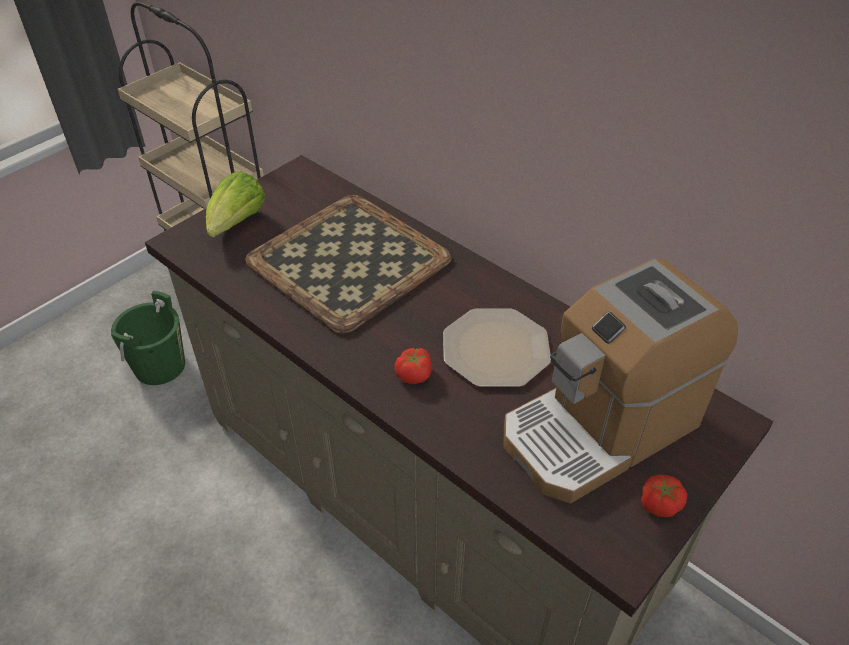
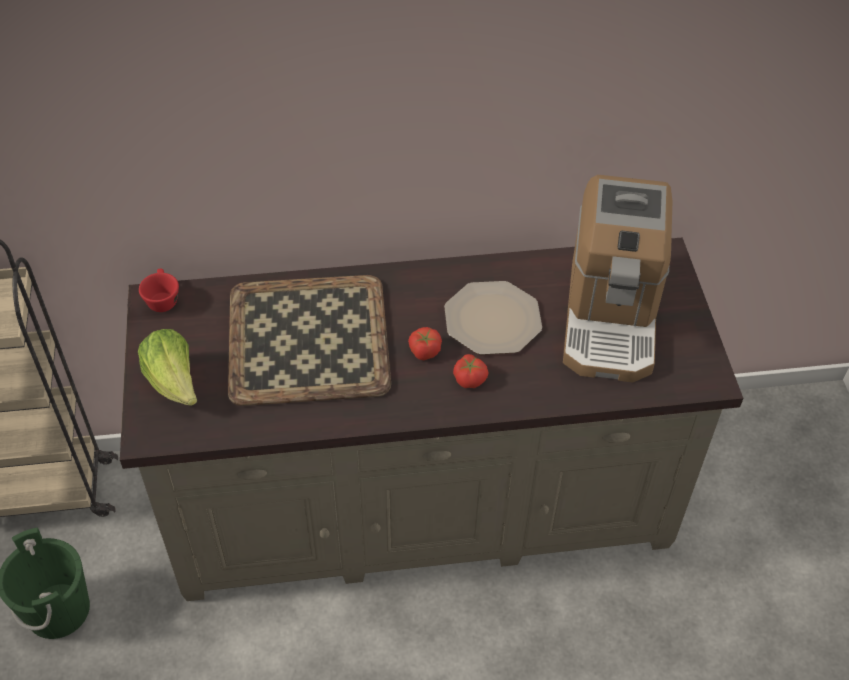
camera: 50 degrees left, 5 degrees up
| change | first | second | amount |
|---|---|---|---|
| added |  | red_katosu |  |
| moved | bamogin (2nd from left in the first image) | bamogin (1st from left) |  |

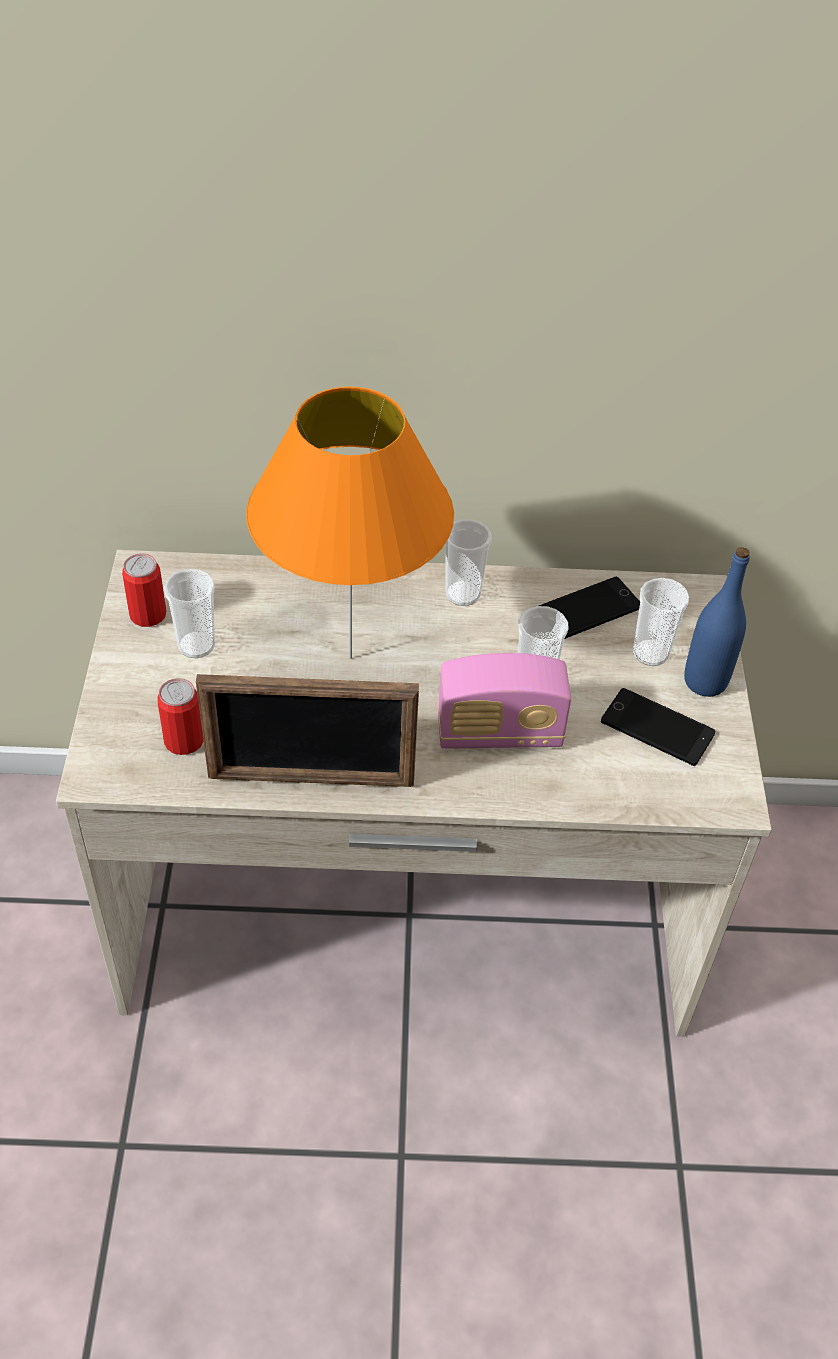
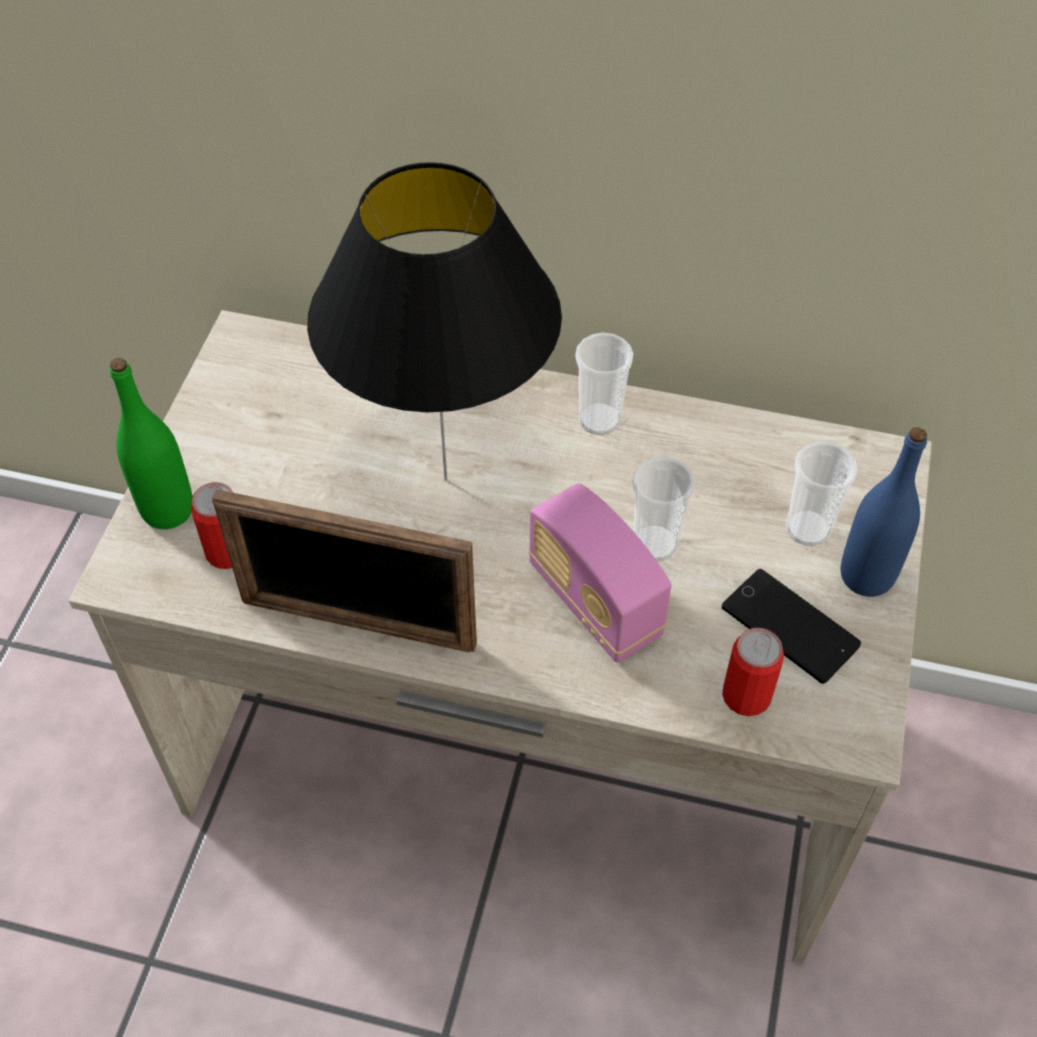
camera: 15 degrees right, 5 degrees up
| change | first | second | amount |
|---|---|---|---|
| removed | katosu (1st from left) |  |  |
| removed | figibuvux (1st from left) |  |  |
| added |  | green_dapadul |  |
| moved | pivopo (1st from left in the first image) | pivopo (2nd from left) |  |
| recoloured | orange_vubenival | black_vubenival |  |
| turned | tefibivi |  | 45 degrees clockwise |

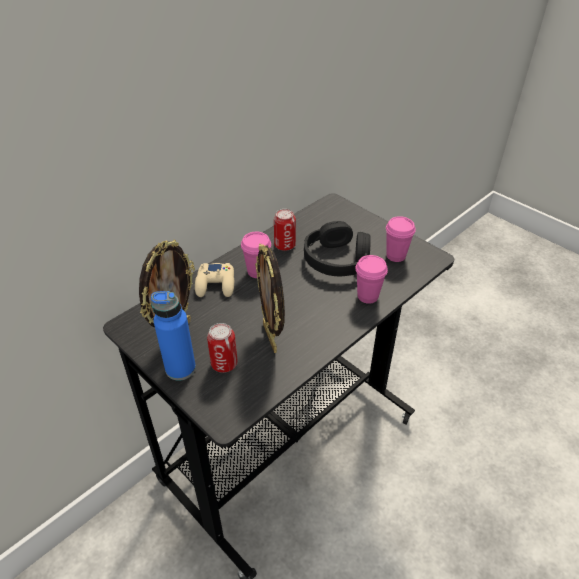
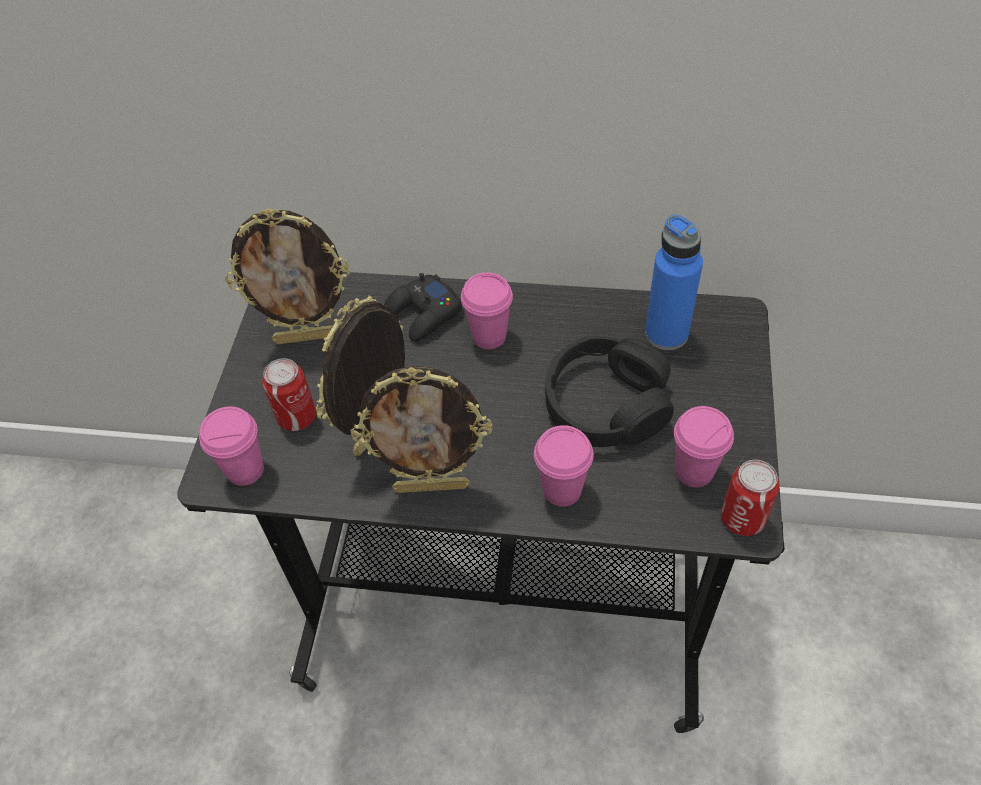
camera: 55 degrees right, 10 degrees up
| change | first | second | amount |
|---|---|---|---|
| added |  | pink_katosu (1st from left) |  |
| added |  | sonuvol (3rd from left) |  |
| moved | blue_dapadul |  |  |
| moved | pivopo (2nd from left) |  |  |
| recoloured | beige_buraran | black_buraran |  |

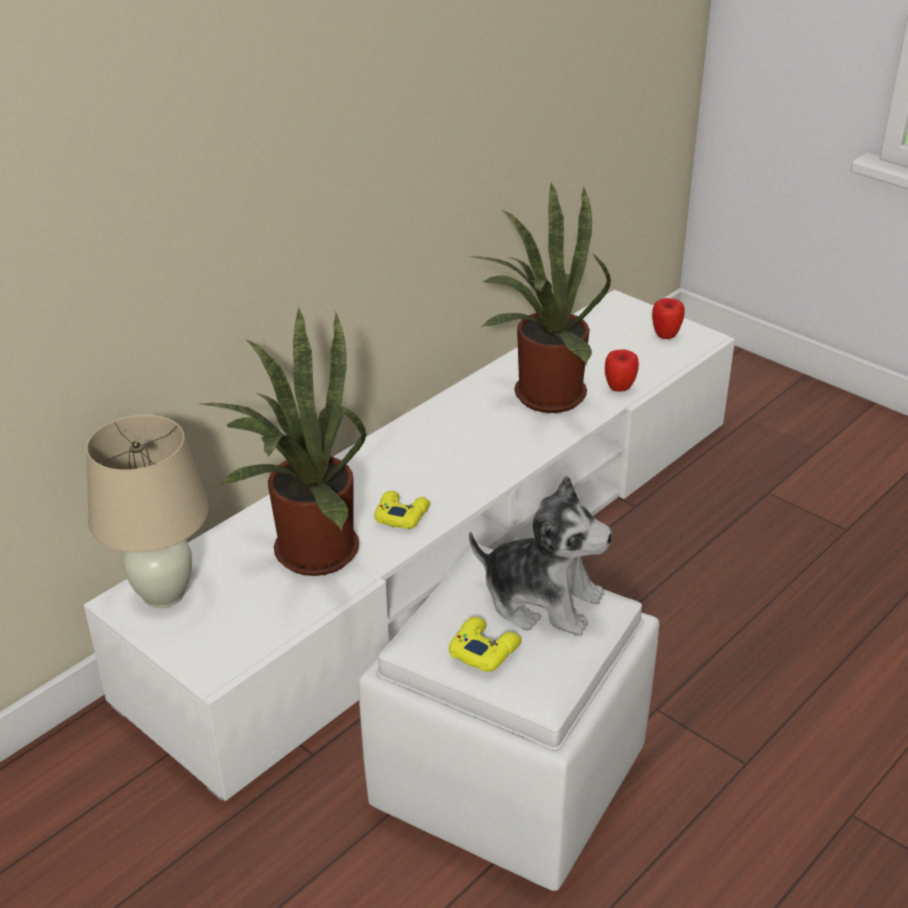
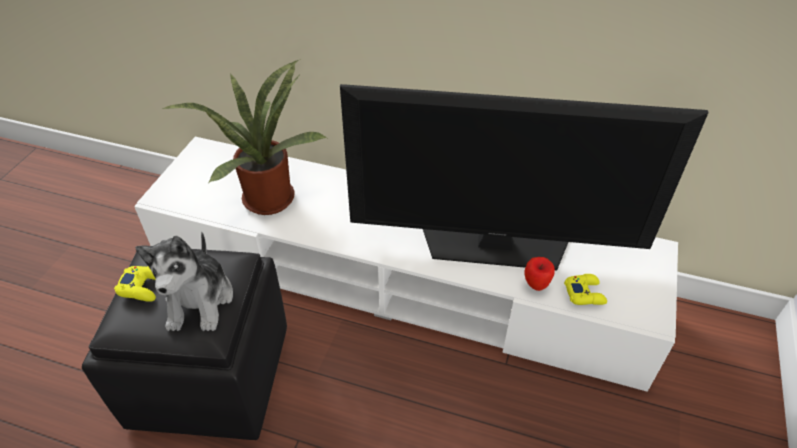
camera: 65 degrees right, 10 degrees up
| change | first | second | amount |
|---|---|---|---|
| removed | beige_vubenival |  |  |
| removed | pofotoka (2nd from left) |  |  |
| moved | yellow_buraran (1st from left in the first image) | yellow_buraran (2nd from left) |  |
| replaced | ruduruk (2nd from left) | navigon |  |
| recoloured | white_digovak | black_digovak |  |

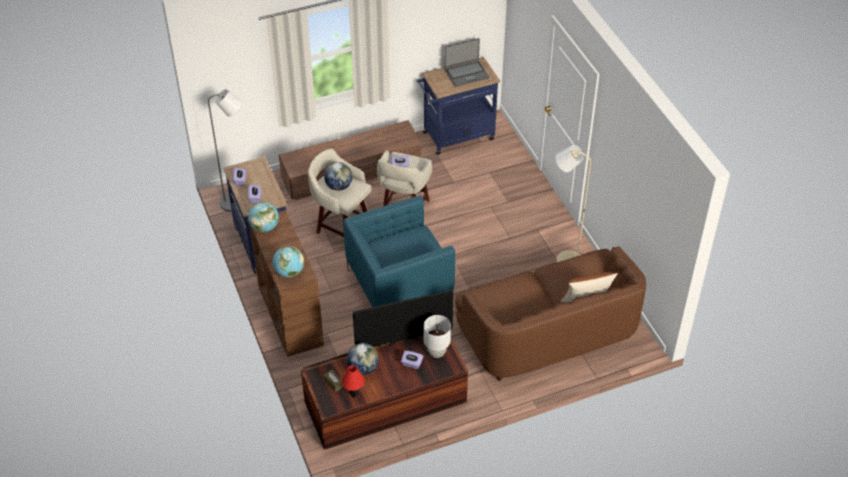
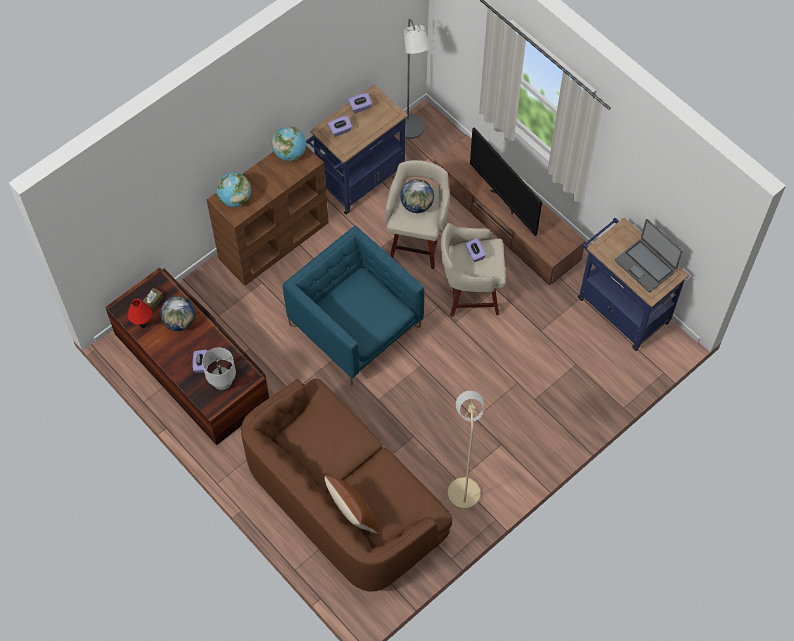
camera: 70 degrees right, 15 degrees up
| change | first | second | amount |
|---|---|---|---|
| moved | navigon |  |  |

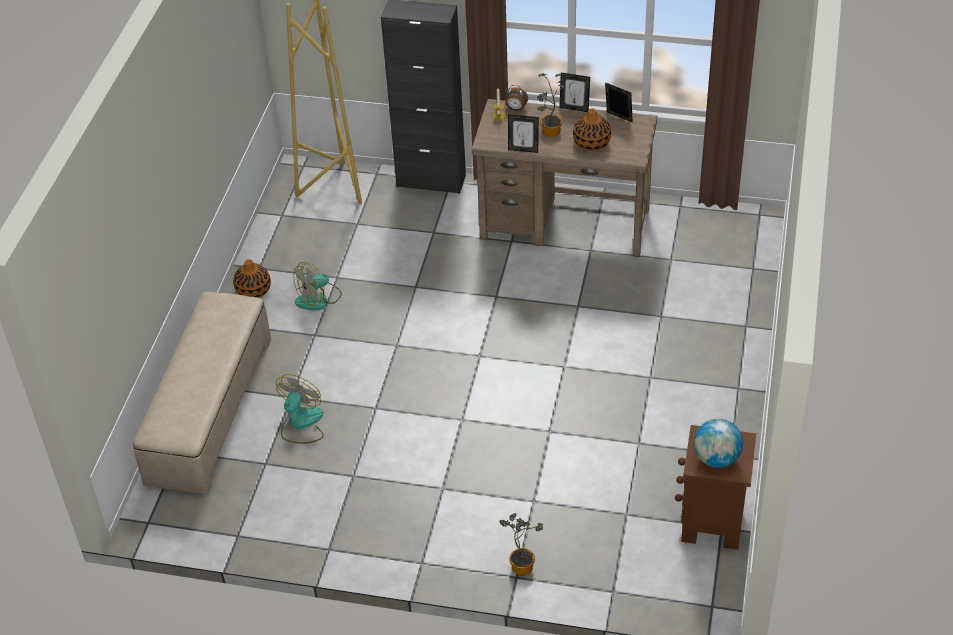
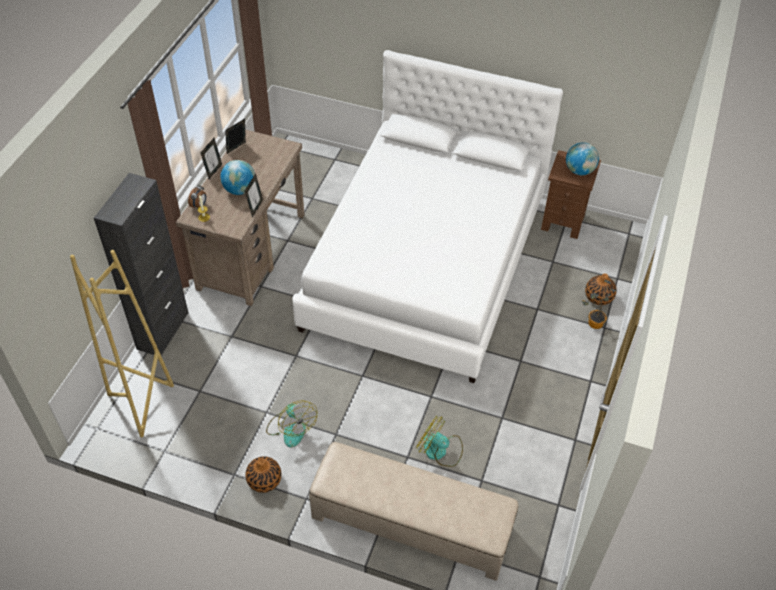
camera: 85 degrees left, 5 degrees up
| change | first | second | amount |
|---|---|---|---|
| added |  | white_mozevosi |  |
| moved | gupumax (2nd from left) |  |  |
| replaced | ruduruk (2nd from left) | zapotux (1st from left) |  |

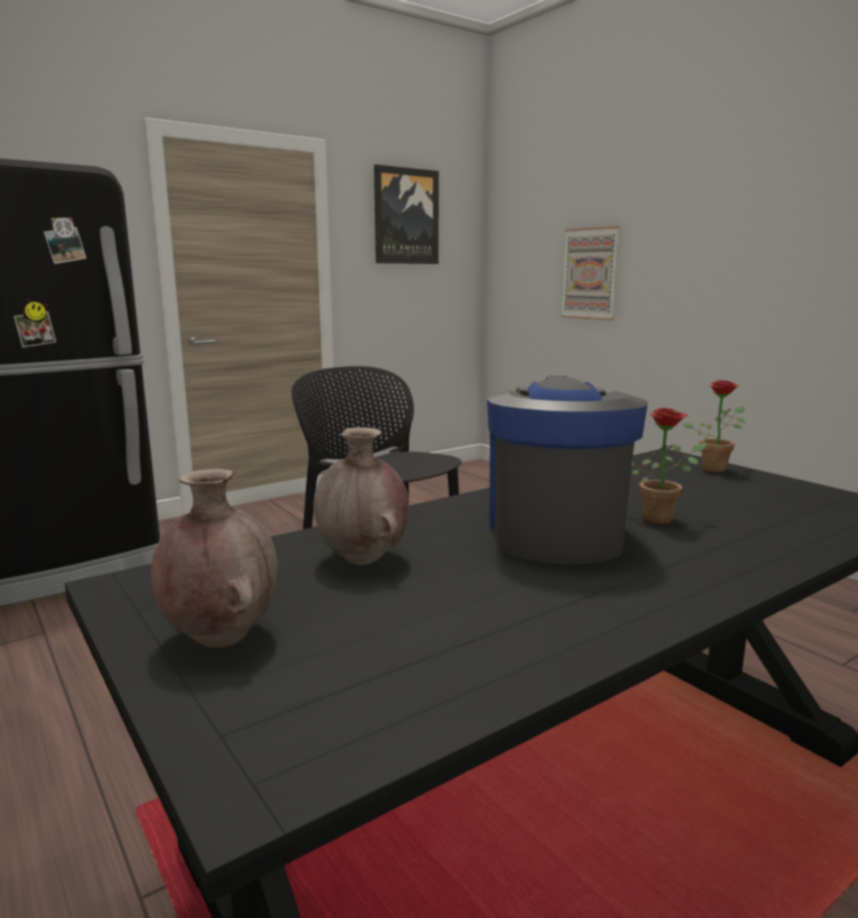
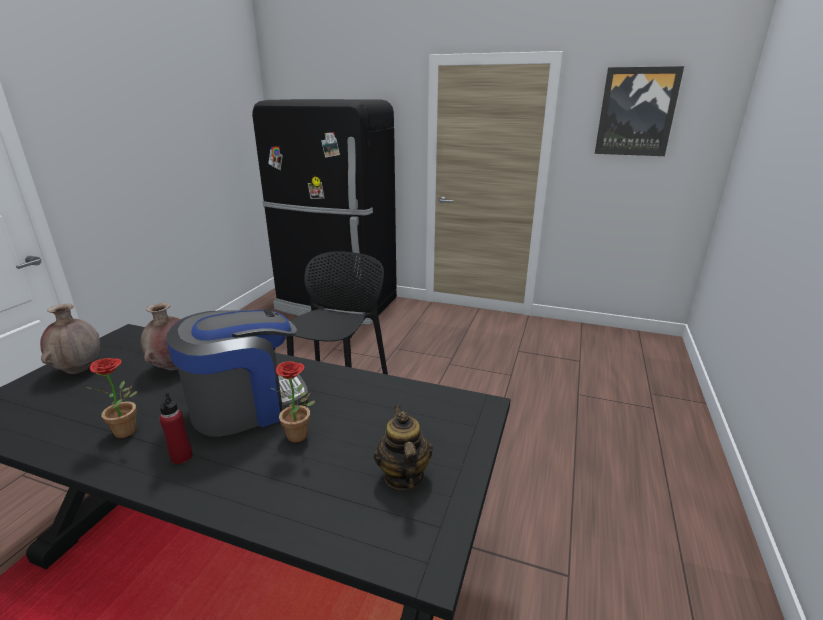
camera: 55 degrees right, 10 degrees up
| change | first | second | amount |
|---|---|---|---|
| removed | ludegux (2nd from left) |  |  |
| added |  | red_dapadul |  |
| added |  | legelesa |  |
| moved | ruduruk (2nd from left in the first image) | ruduruk (1st from left) |  |

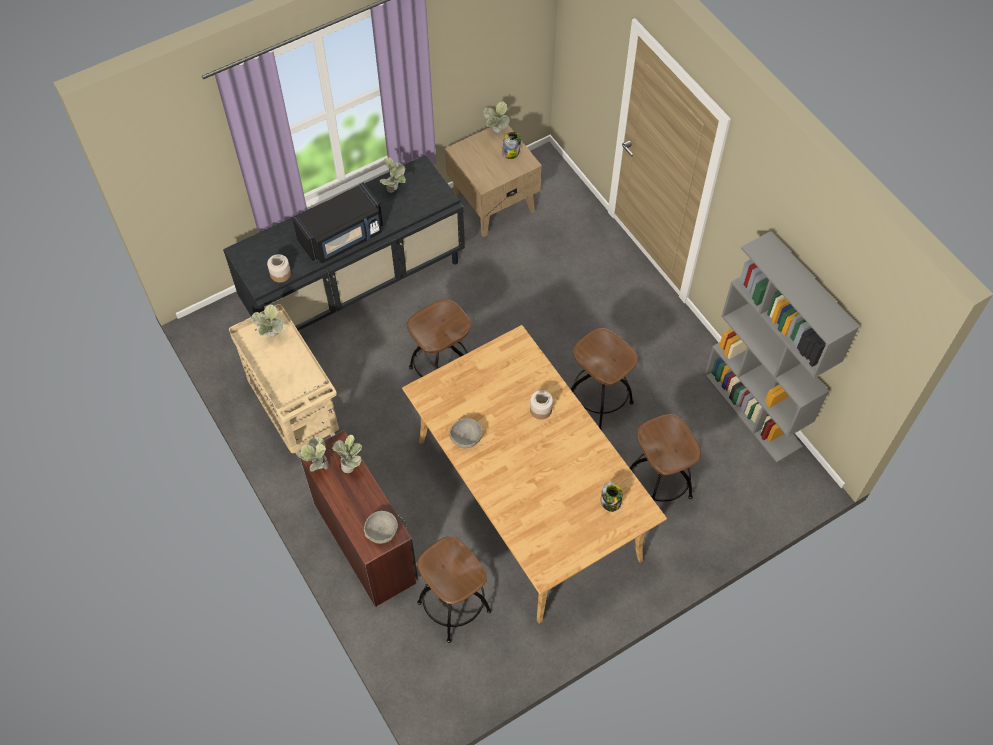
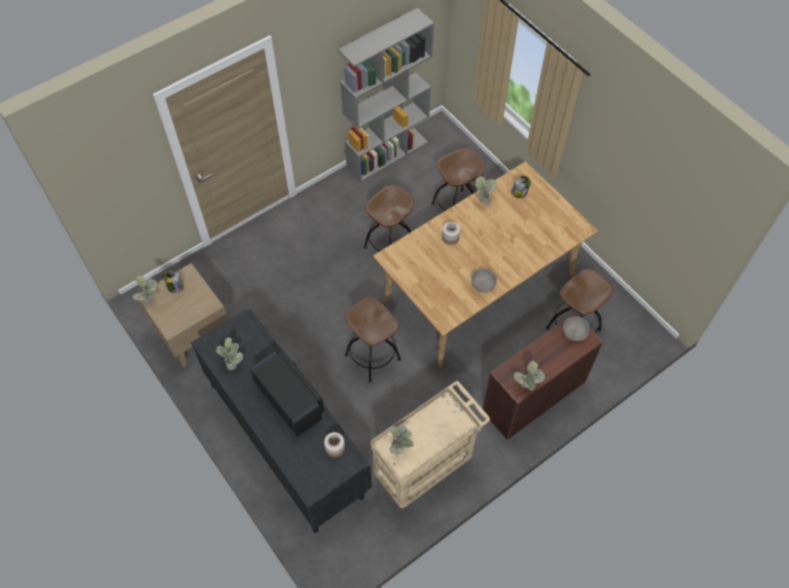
camera: 95 degrees left, 0 degrees up
| change | first | second | amount |
|---|---|---|---|
| moved | ruduruk (3rd from left in the first image) | ruduruk (4th from left) |  |

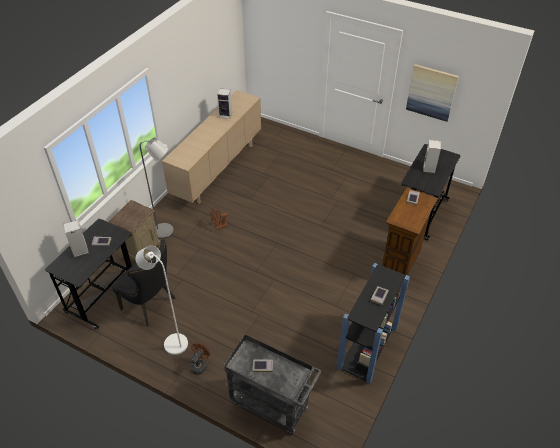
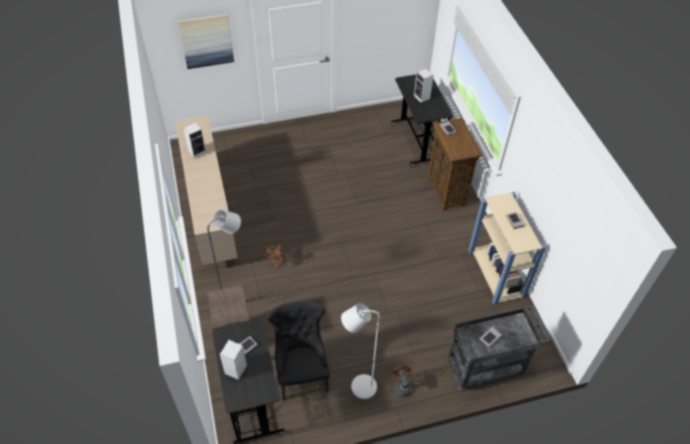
camera: 45 degrees left, 5 degrees up
| change | first | second | amount |
|---|---|---|---|
| moved | ludegux |  |  |
| recoloured | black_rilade | beige_rilade |  |
| turned | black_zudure |  | 90 degrees counterclockwise |

